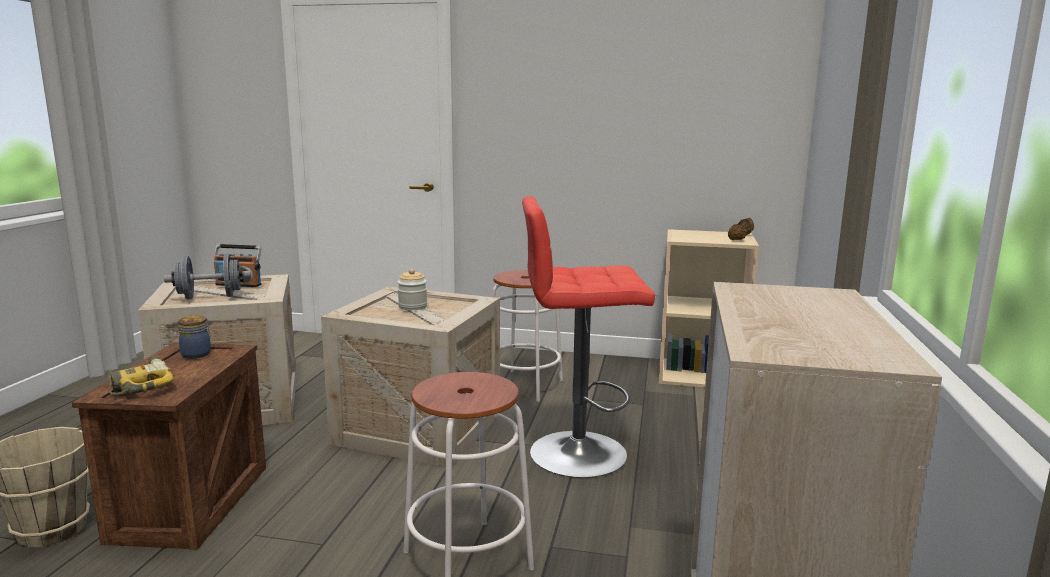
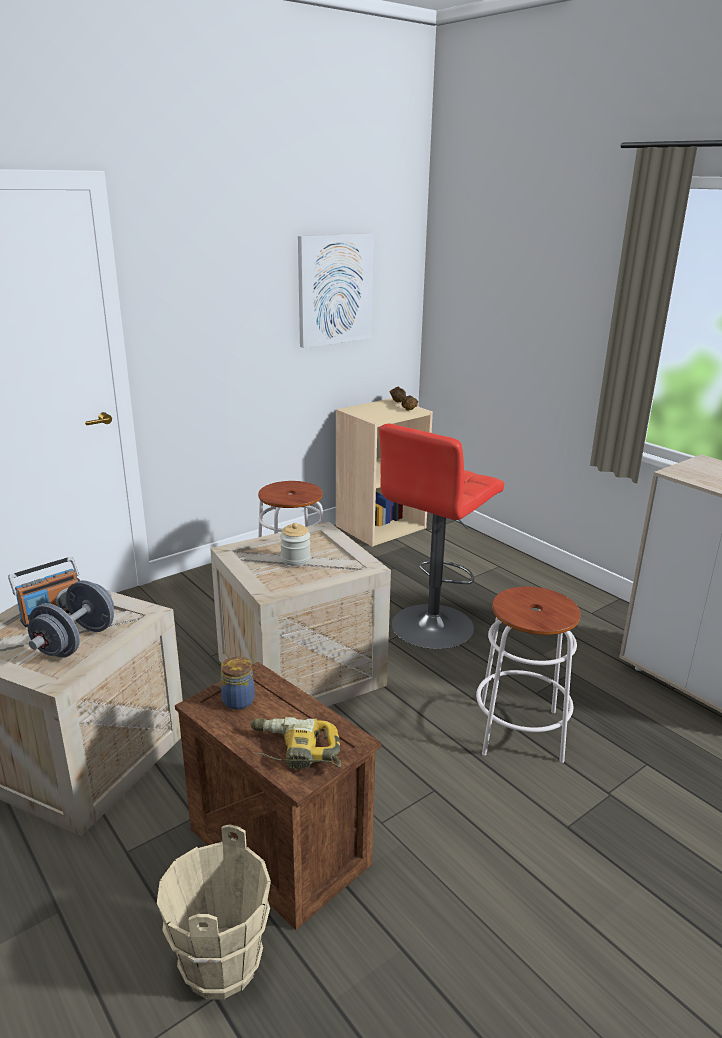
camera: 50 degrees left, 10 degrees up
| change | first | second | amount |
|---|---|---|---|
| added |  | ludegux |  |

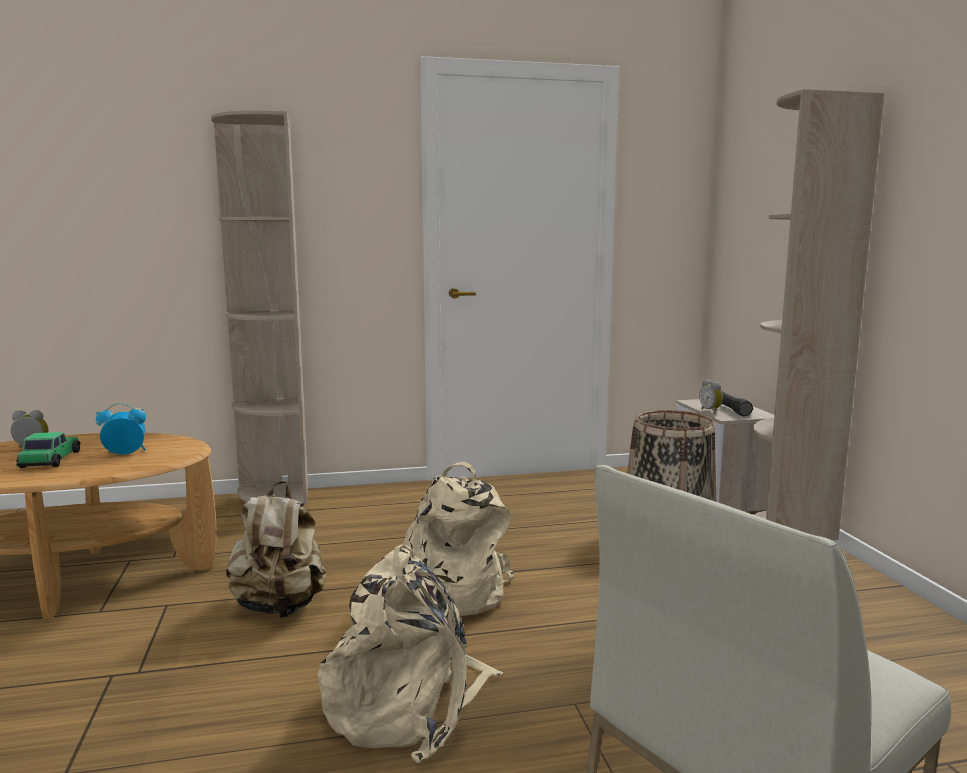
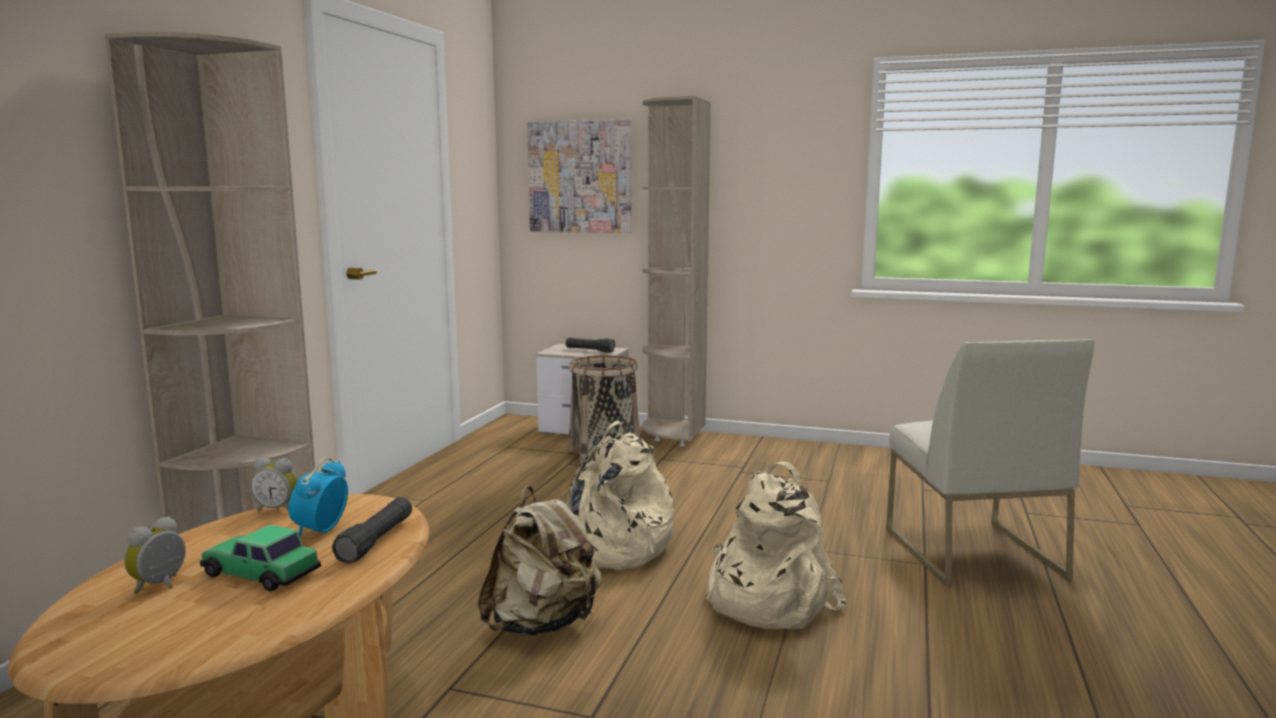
camera: 60 degrees left, 0 degrees up
| change | first | second | amount |
|---|---|---|---|
| added |  | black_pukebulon (1st from left) |  |
| added |  | ludegux |  |
| moved | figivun (3rd from left in the first image) | figivun (2nd from left) |  |

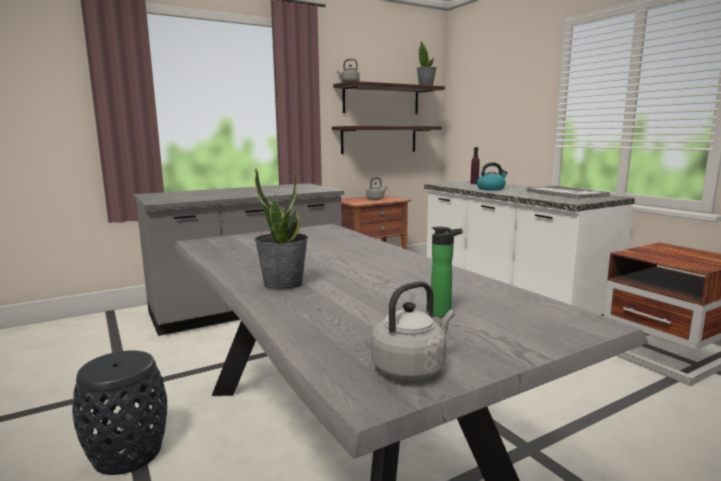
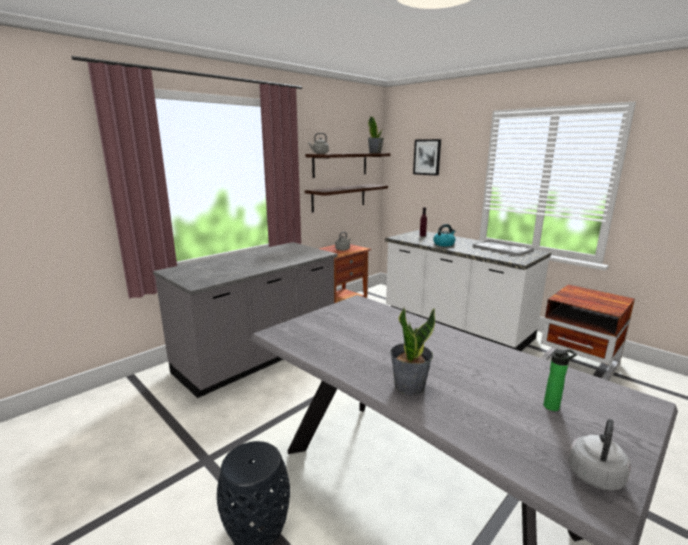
camera: 15 degrees left, 5 degrees up
| change | first | second | amount |
|---|---|---|---|
| added |  | ludegux |  |

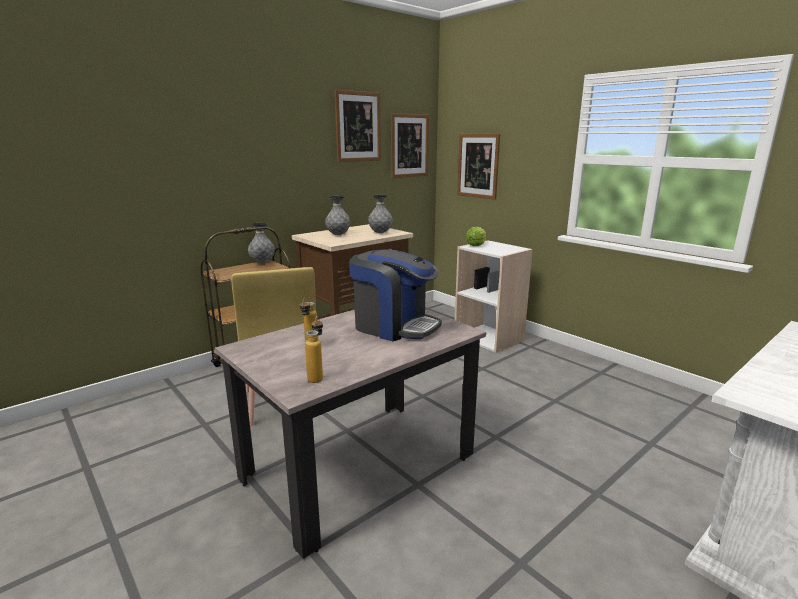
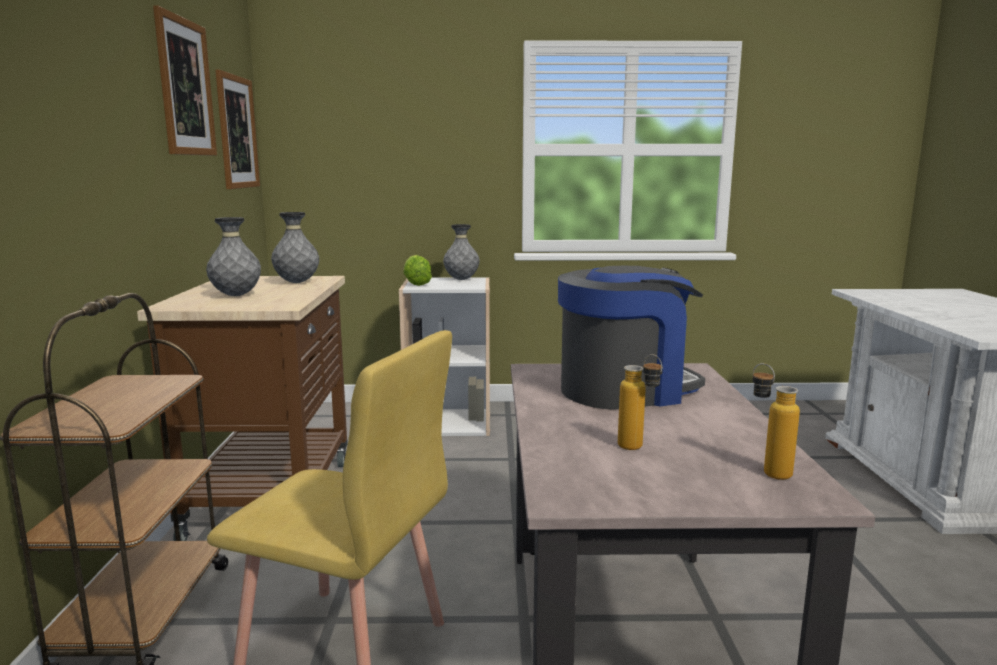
camera: 50 degrees left, 5 degrees down
| change | first | second | amount |
|---|---|---|---|
| removed | ludegux (3rd from left) |  |  |
| moved | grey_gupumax (1st from left in the first image) | grey_gupumax (3rd from left) |  |

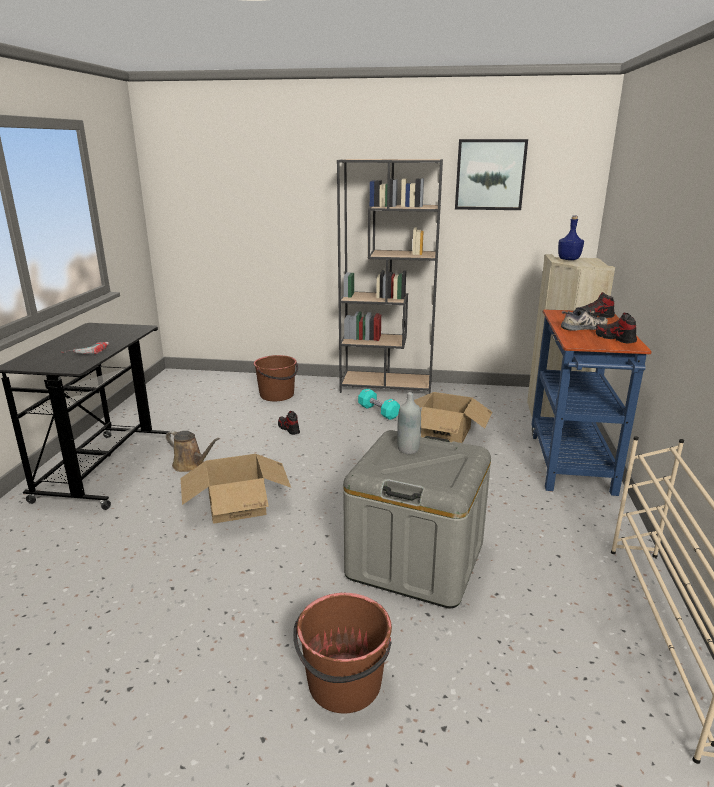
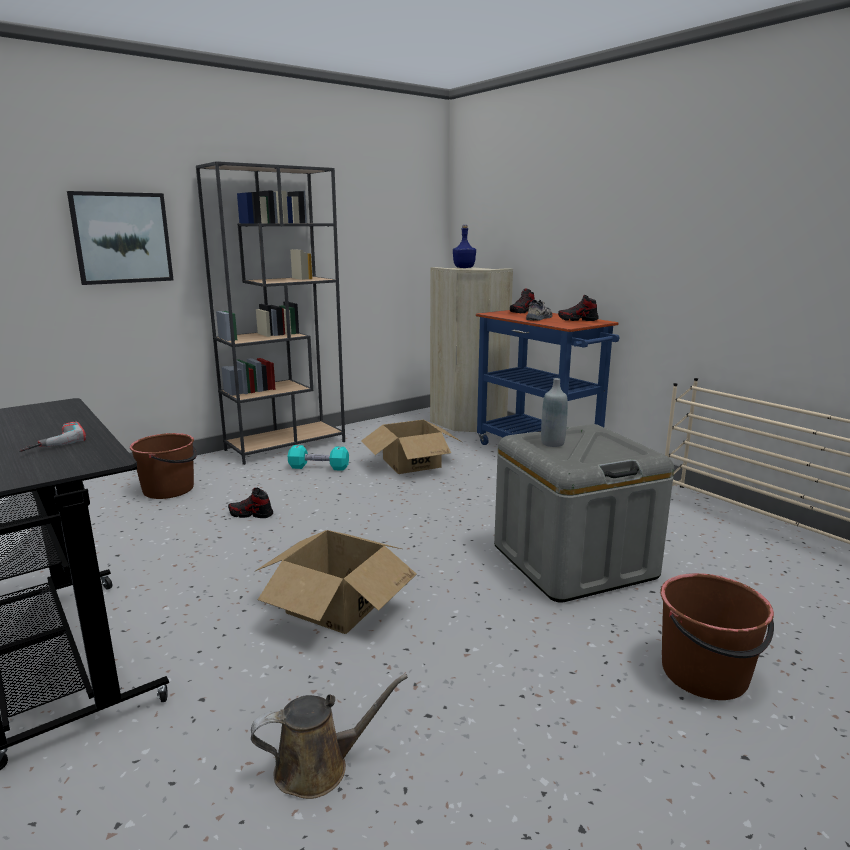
camera: 45 degrees left, 5 degrees down
| change | first | second | amount |
|---|---|---|---|
| moved | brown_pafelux |  |  |
| moved | ludegux |  |  |

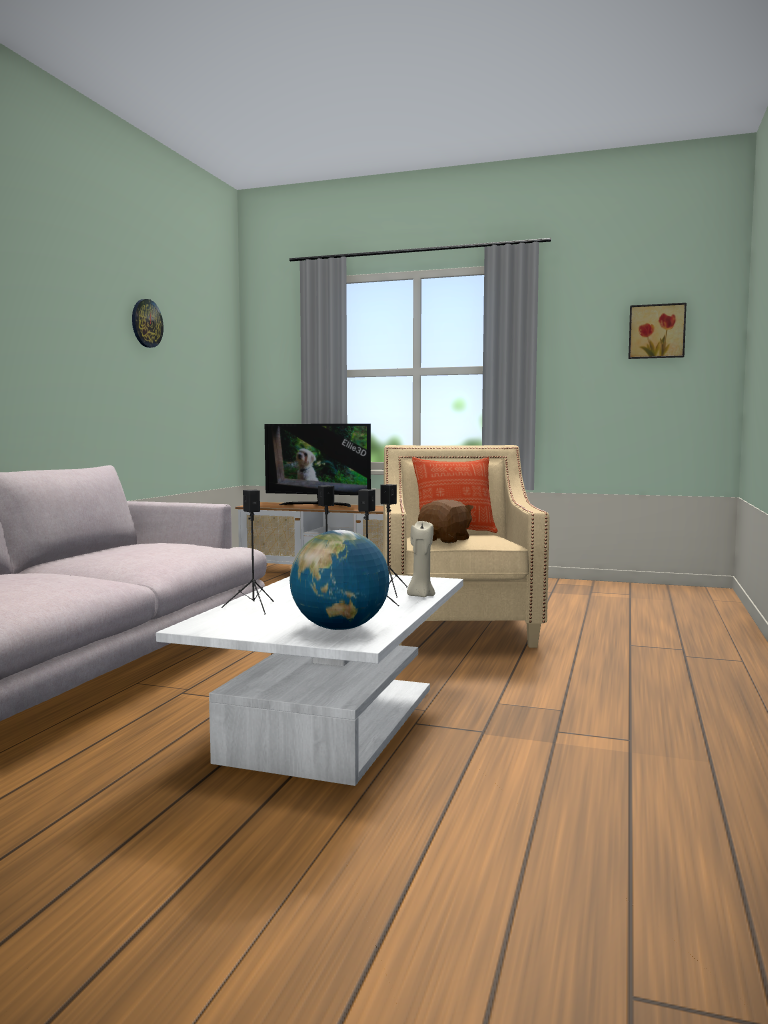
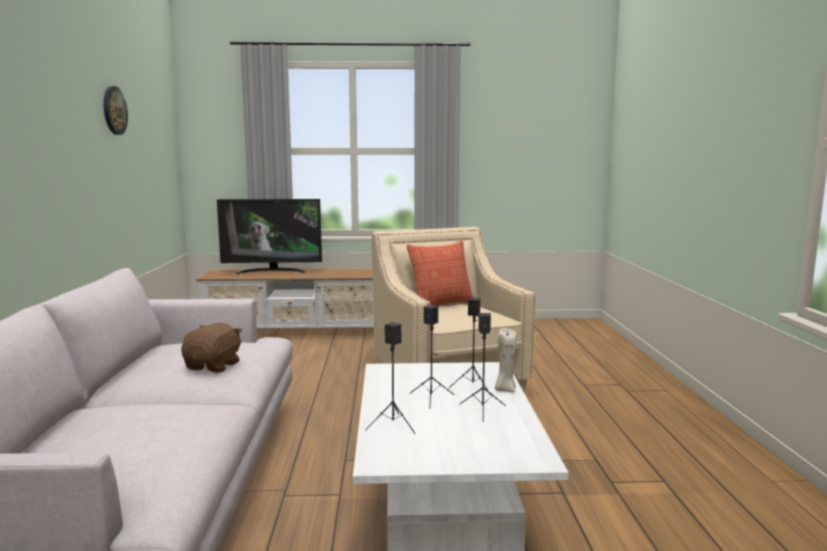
camera: 20 degrees left, 5 degrees up
| change | first | second | amount |
|---|---|---|---|
| removed | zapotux |  |  |
| removed | ludegux |  |  |
| moved | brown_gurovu |  |  |

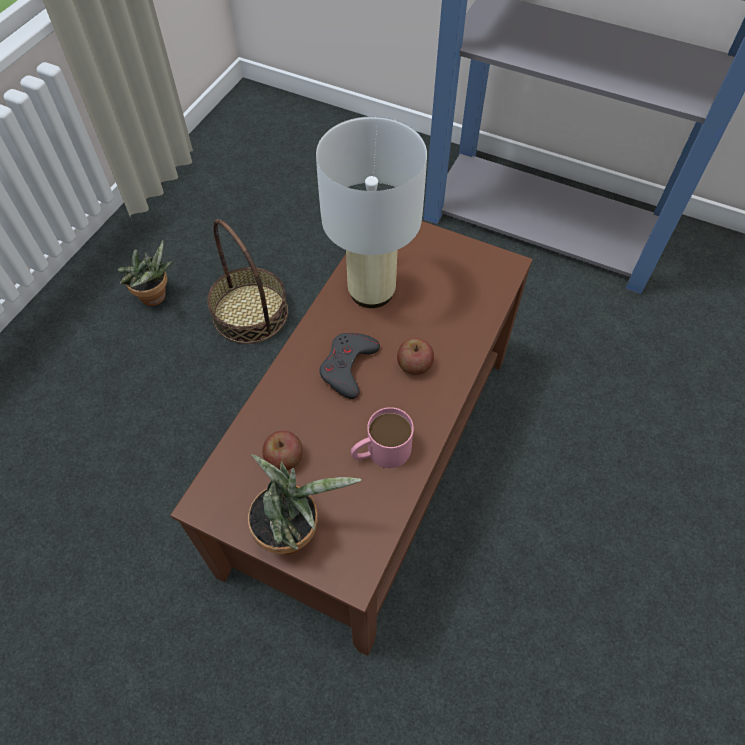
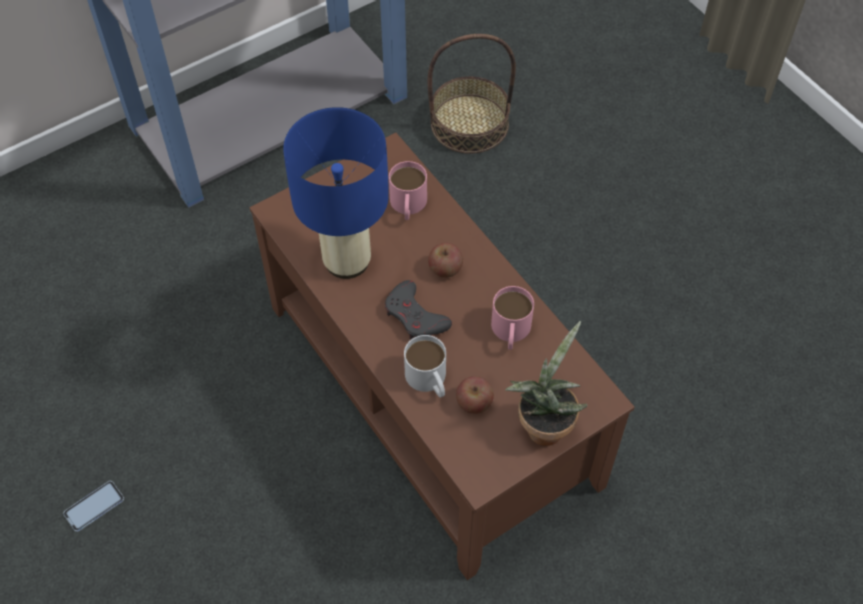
camera: 60 degrees left, 0 degrees up
| change | first | second | amount |
|---|---|---|---|
| added |  | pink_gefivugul (1st from left) |  |
| added |  | white_gefivugul |  |
| moved | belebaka |  |  |
| replaced | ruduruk (1st from left) | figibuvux |  |
| recoloured | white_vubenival | blue_vubenival |  |

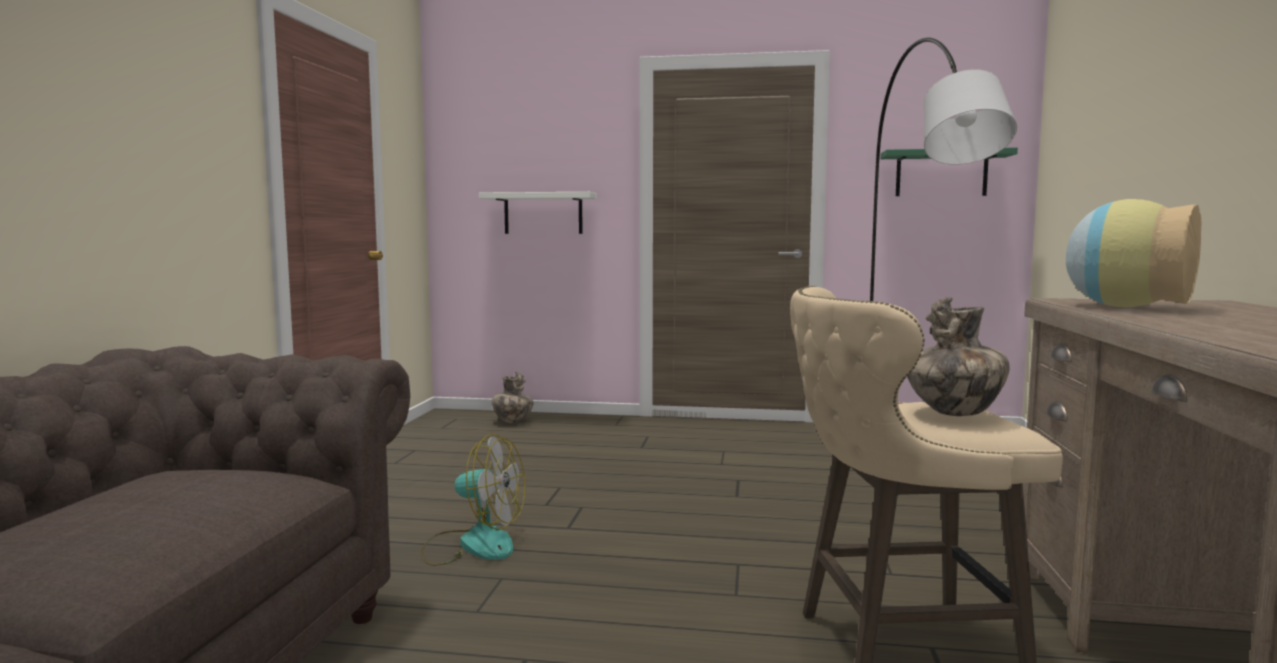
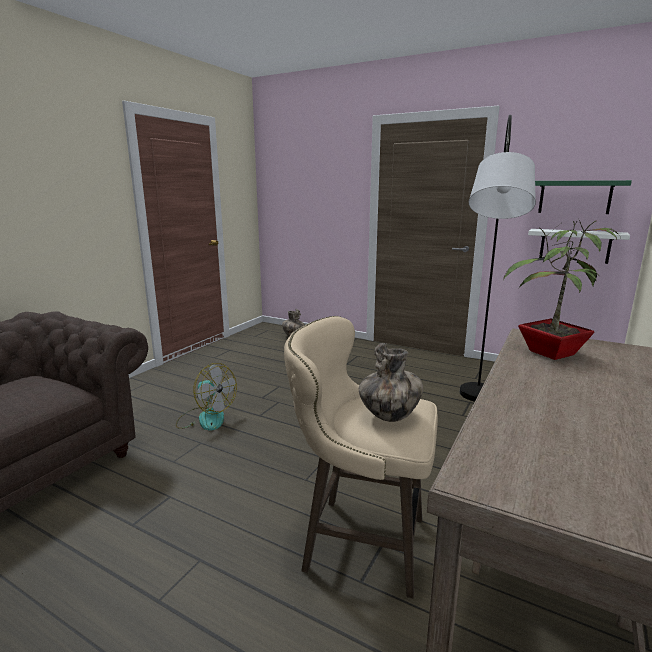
camera: 20 degrees right, 10 degrees up
| change | first | second | amount |
|---|---|---|---|
| moved | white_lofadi |  |  |
| replaced | gupumax (3rd from left) | ruduruk |  |

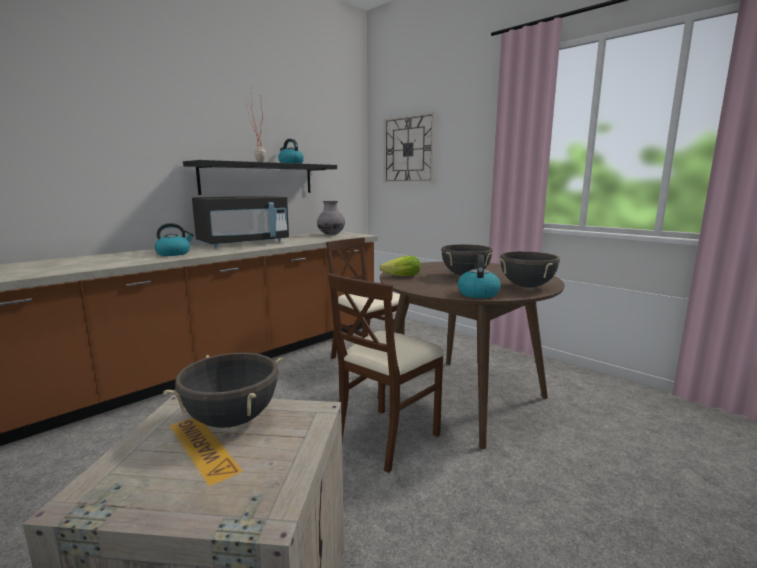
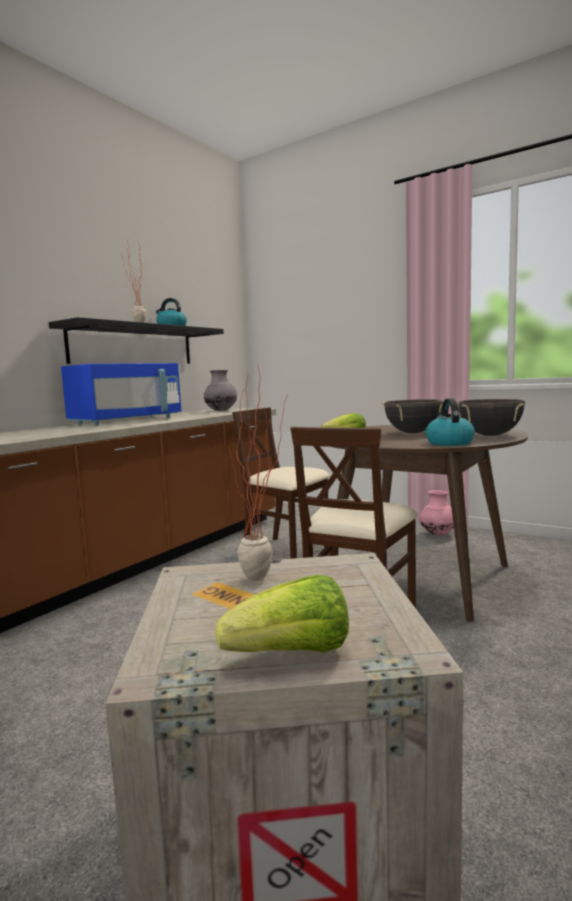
camera: 10 degrees left, 5 degrees down
| change | first | second | amount |
|---|---|---|---|
| removed | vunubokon (1st from left) |  |  |
| removed | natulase |  |  |
| added |  | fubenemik (1st from left) |  |
| added |  | pink_gupumax |  |
| replaced | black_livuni (1st from left) | ruduruk (2nd from left) |  |
| recoloured | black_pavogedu | blue_pavogedu |  |

